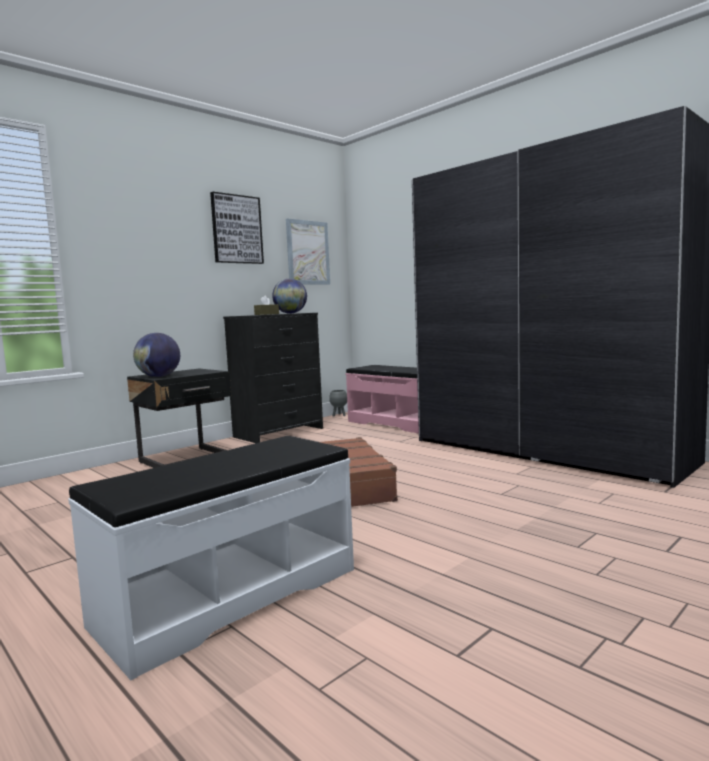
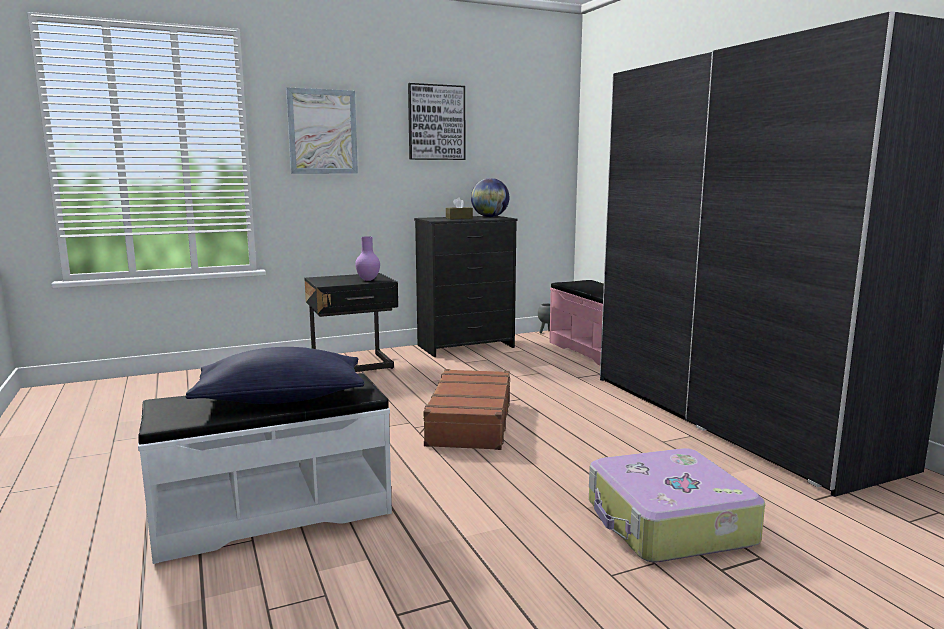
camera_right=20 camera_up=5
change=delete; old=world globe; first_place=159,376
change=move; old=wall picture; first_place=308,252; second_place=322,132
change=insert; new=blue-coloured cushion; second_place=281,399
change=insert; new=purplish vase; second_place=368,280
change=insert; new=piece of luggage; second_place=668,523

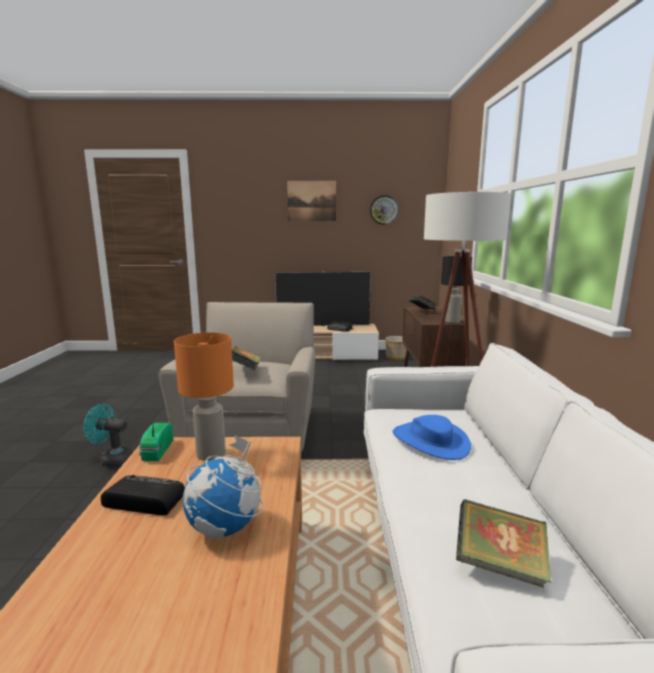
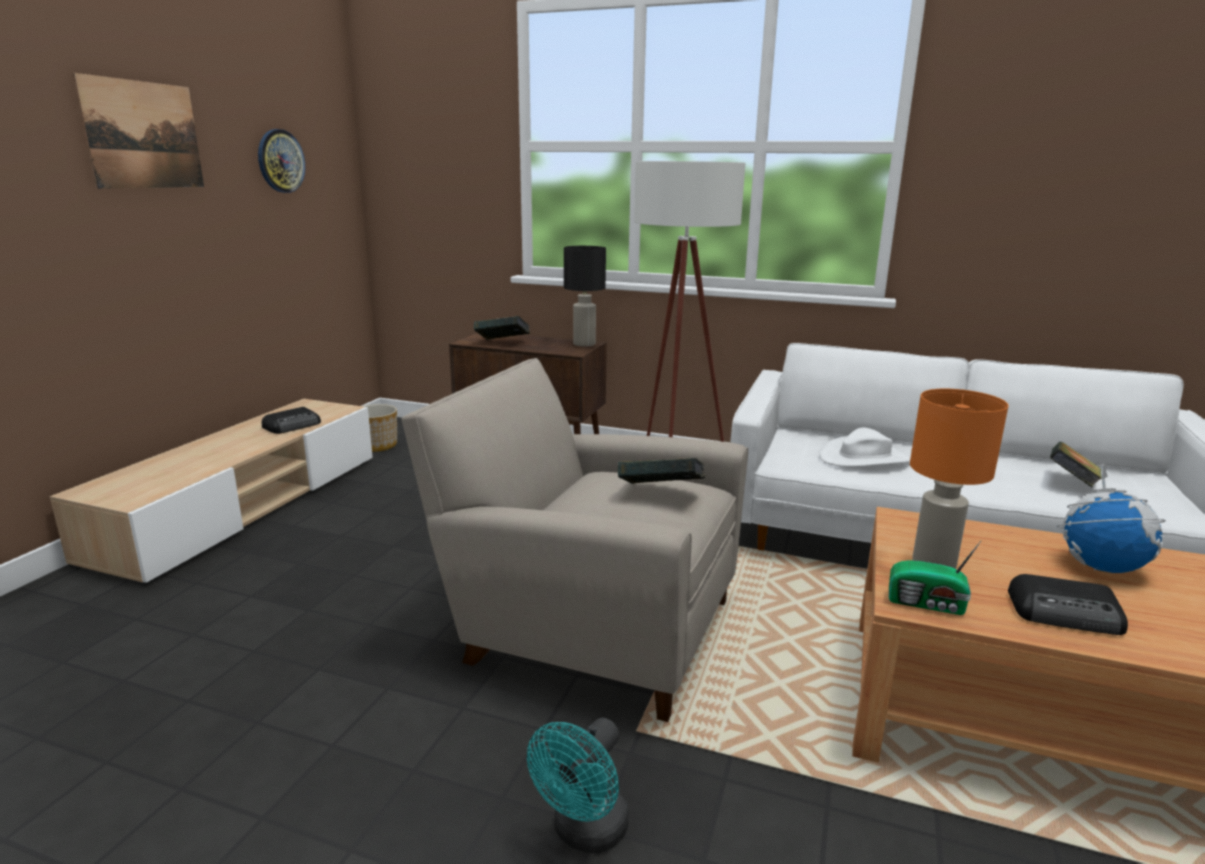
camera_right=-70 camera_up=5
change=rotate; old=radio; first_place=144,500; second_place=1067,613; degrees=-105
change=delete; old=TV; first_place=323,325
change=recolor; old=blue-coloured wearable hat; new=white-coloured wearable hat; first_place=430,441; second_place=864,458

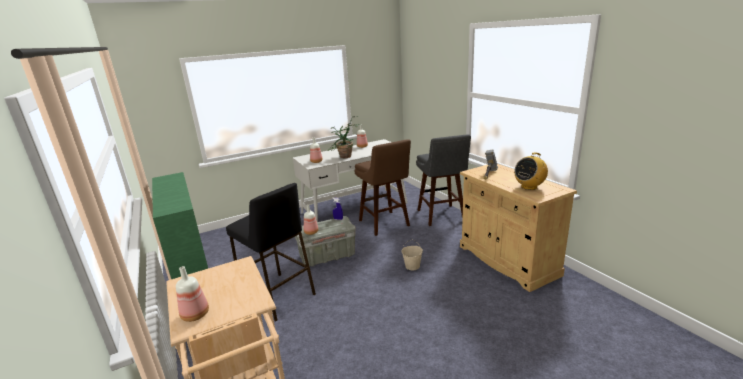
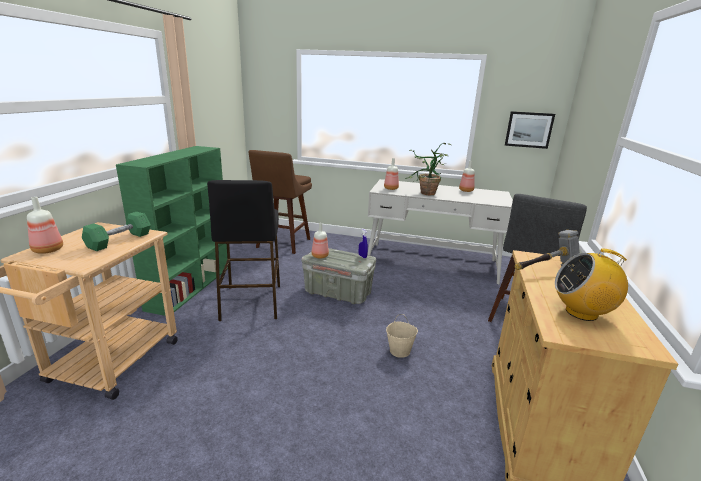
camera_right=40 camera_up=0
change=move; old=brown stool; first_place=385,224; second_place=282,244
change=insert; new=green-coloured dumbbell; second_place=119,240
change=insert; new=wall picture; second_place=529,129

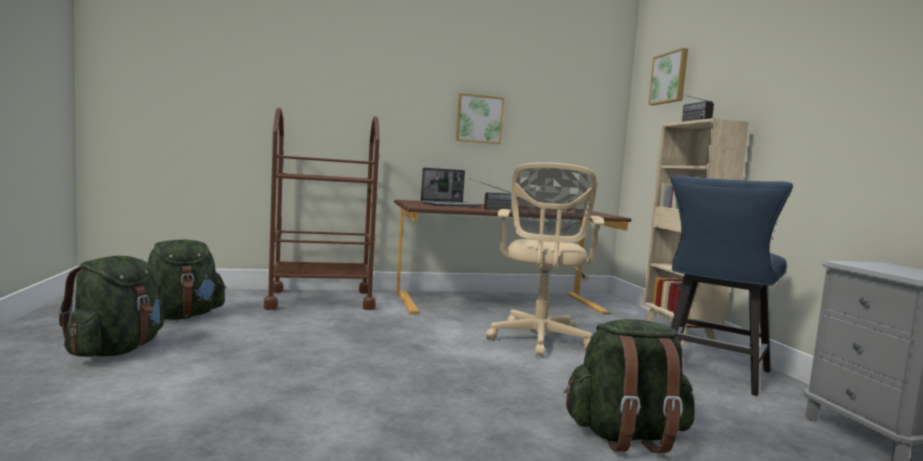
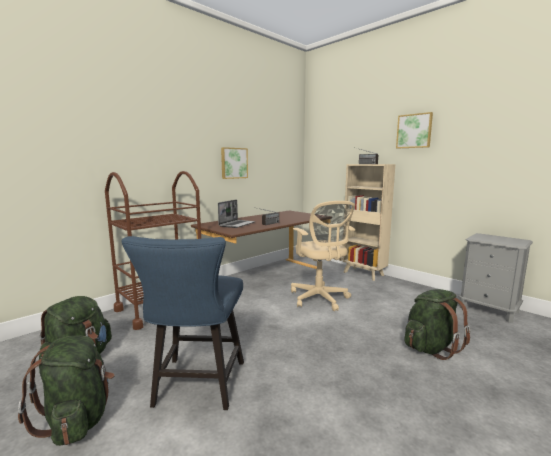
camera_right=-30 camera_up=5
change=move; old=wall picture; first_place=669,78; second_place=414,131
change=move; old=blue-coloured plain chair; first_place=711,373; second_place=197,387

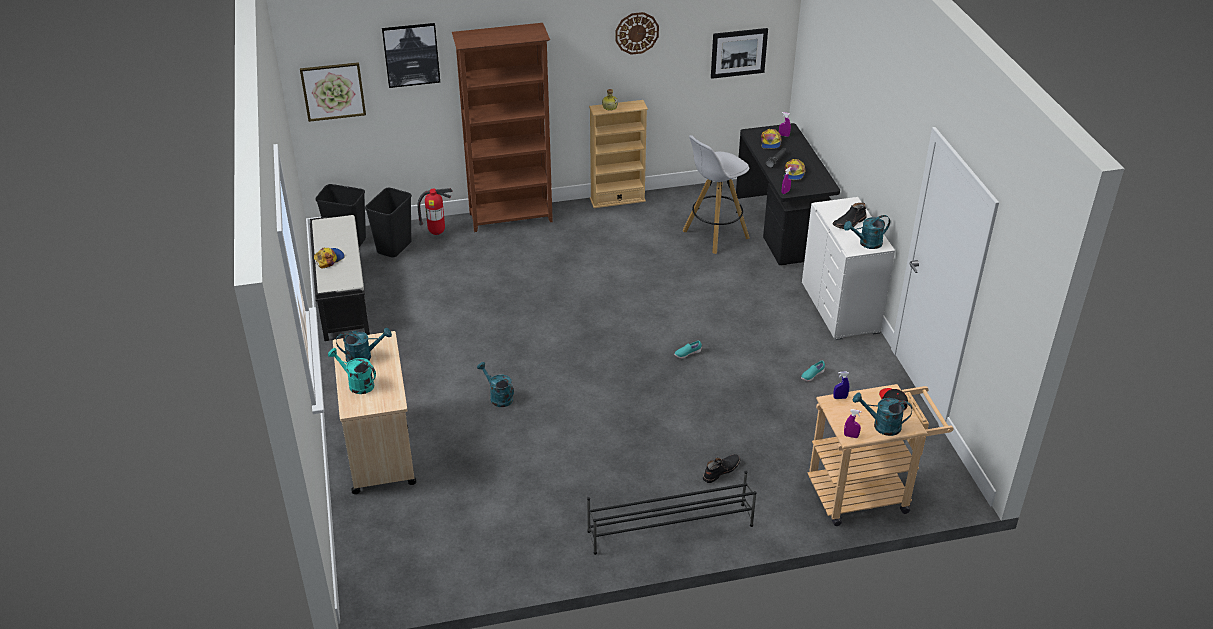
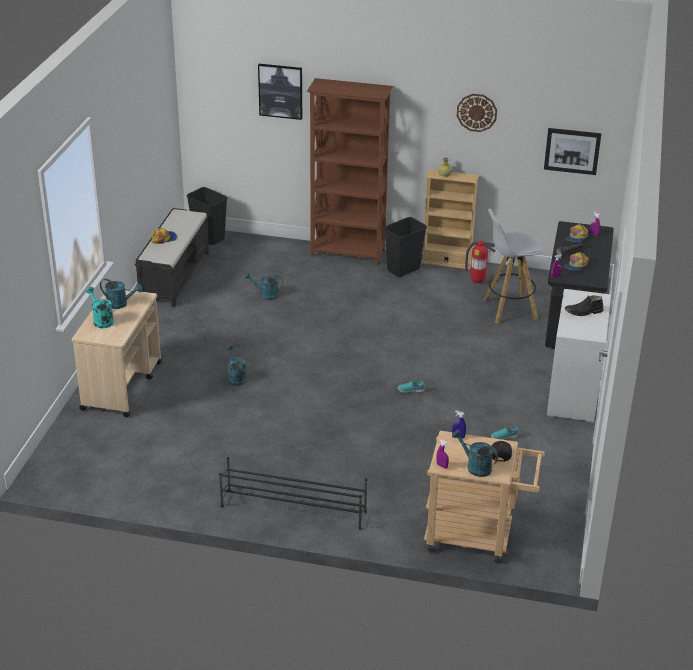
camera_right=25 camera_up=-5
change=delete; old=wall picture; first_place=333,91
change=move; old=black waste bin; first_place=394,247; second_place=403,269
change=move; old=fire extinguisher; first_place=437,233; second_place=478,281
change=delete; old=black high-top boot; first_place=720,470
change=move; old=turquoise-coloured watering can; first_place=866,243; second_place=265,295

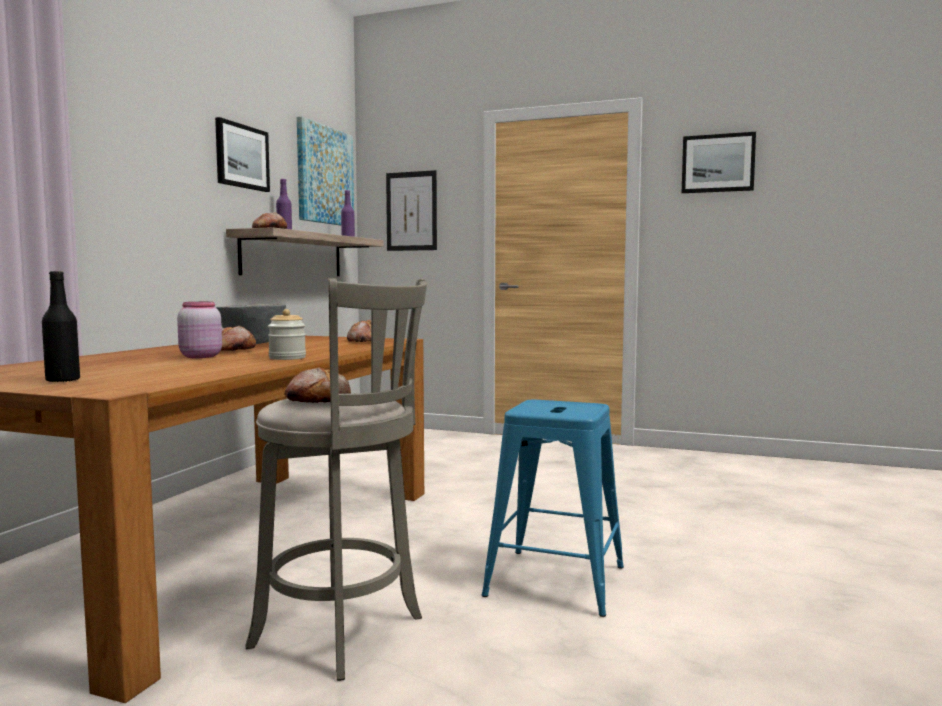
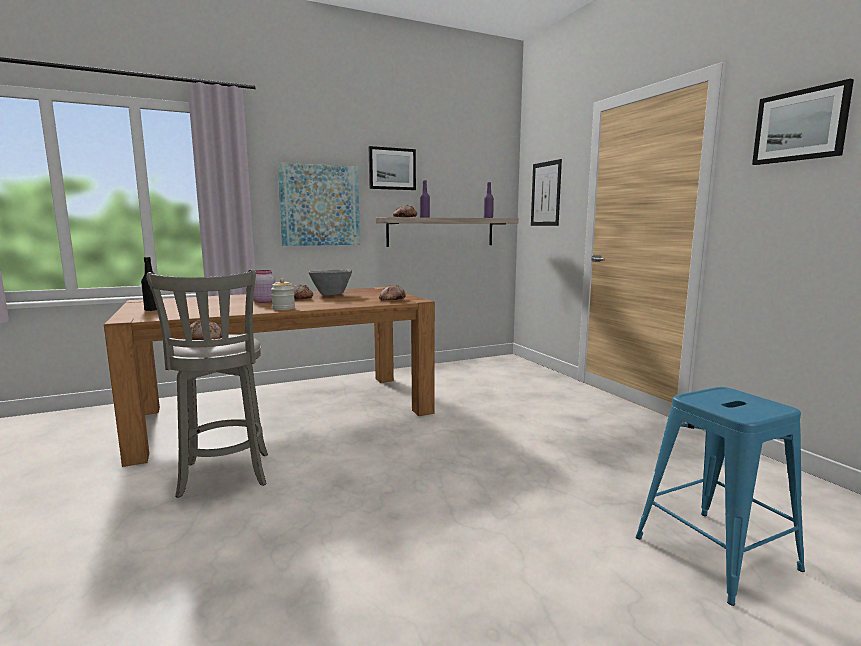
camera_right=45 camera_up=5
change=move; old=wall picture; first_place=324,175; second_place=319,205
change=move; old=blue-coloured stool; first_place=555,580; second_place=715,553

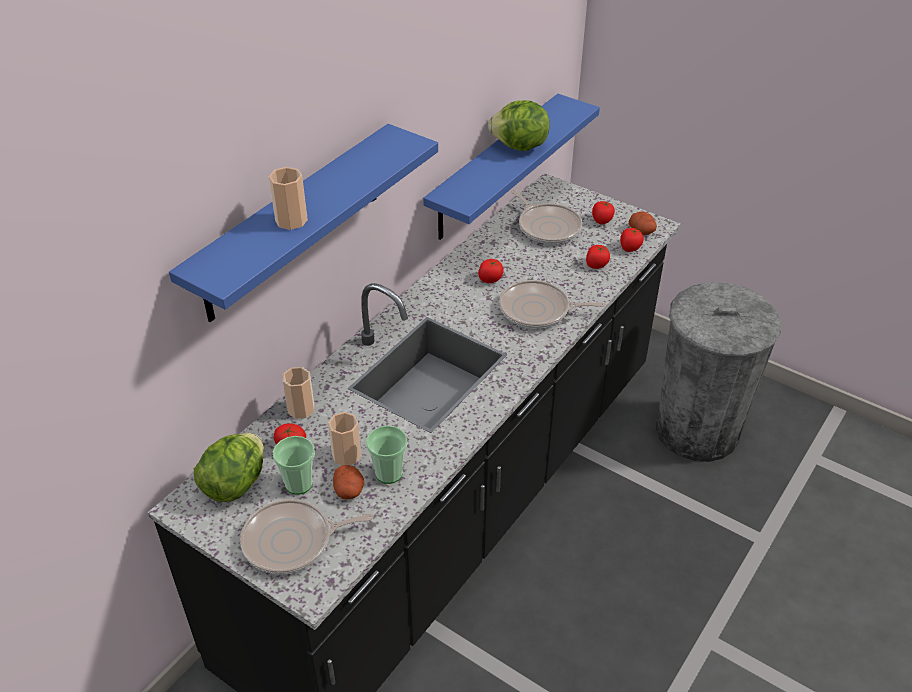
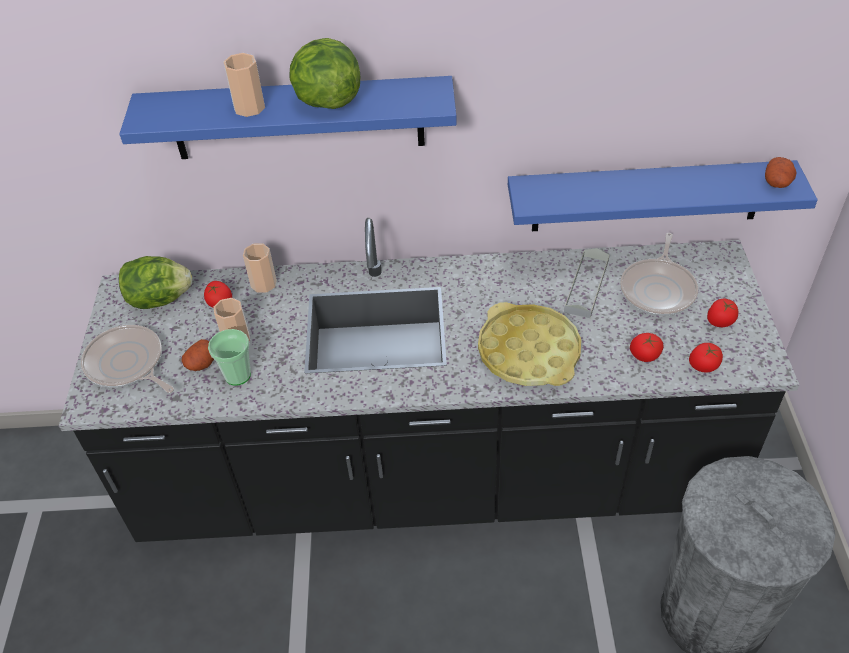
camera_right=55 camera_up=5
change=delete; old=small cup; first_place=299,484
change=delete; old=whole tomato; first_place=490,279
change=move; old=lettuce head; first_place=520,147; second_place=326,101
change=replace; old=frying pan; new=yellow tray; first_place=538,310; second_place=528,352
change=move; old=spud; first_place=642,231; second_place=777,182
change=insert; new=greyish tray; second_place=586,286

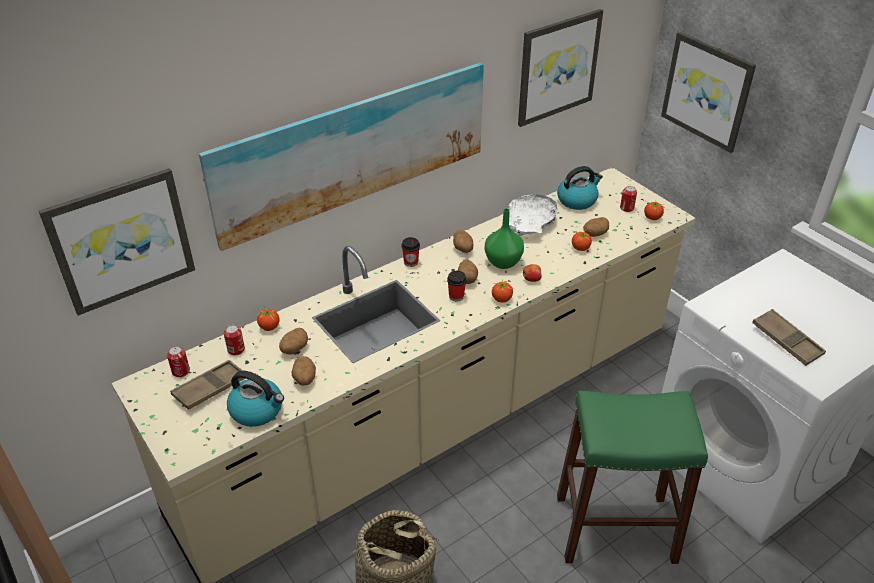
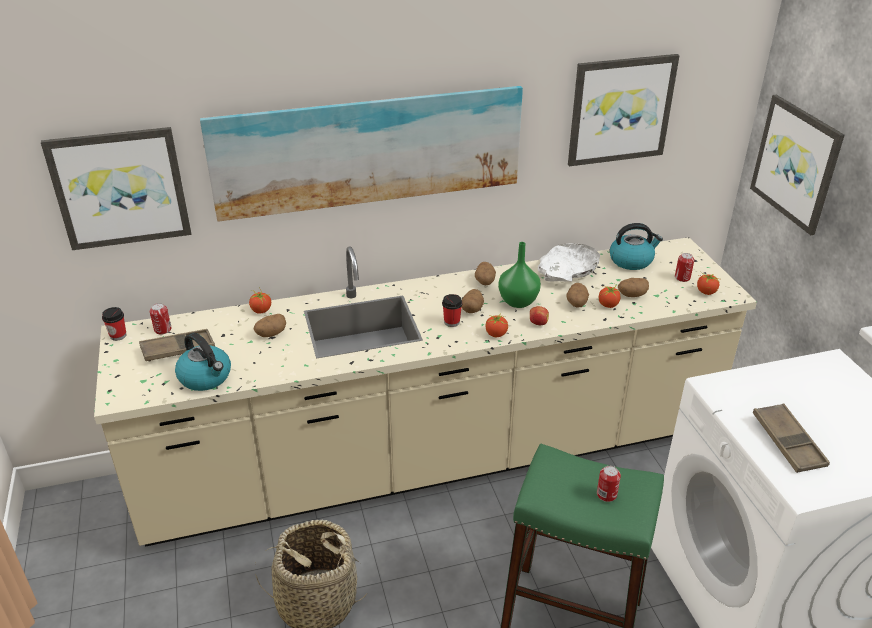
camera_right=20 camera_up=-5
change=move; old=sealed can; first_place=236,349; second_place=606,494
change=move; old=spud; first_place=304,379; second_place=576,304
change=move; old=small cup; first_place=411,262; second_place=118,335

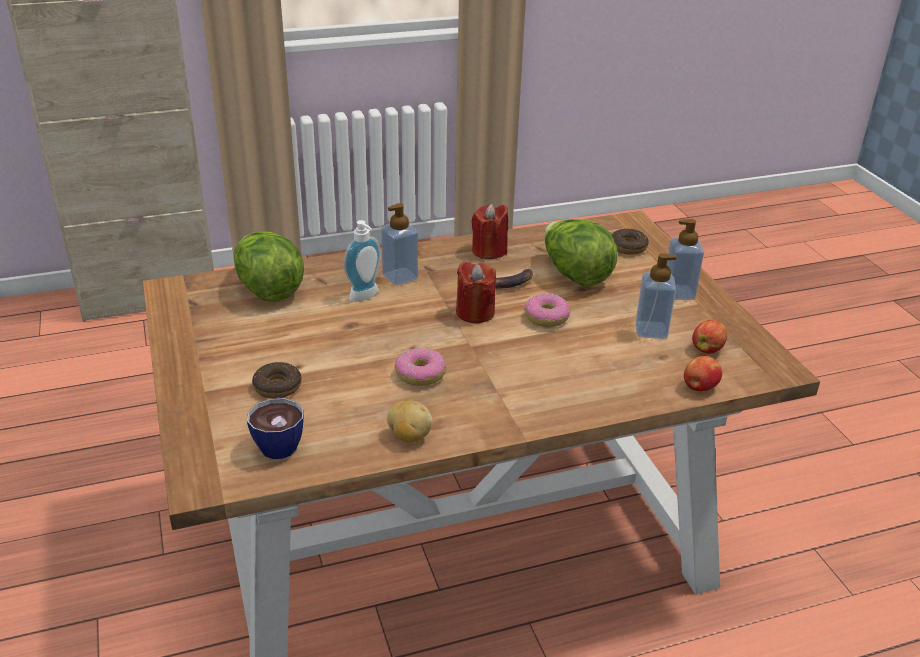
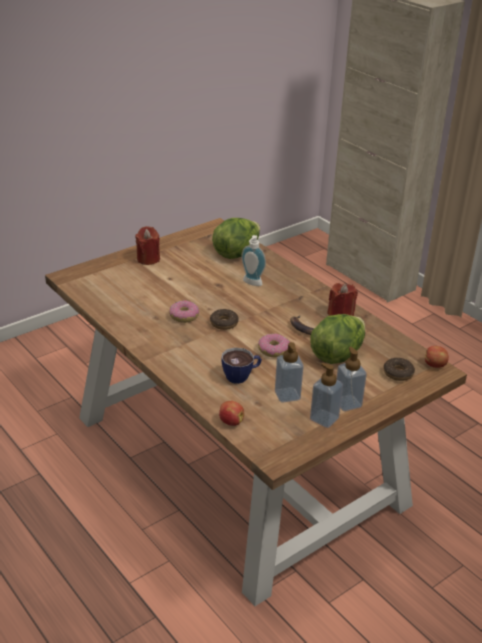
camera_right=70 camera_up=0
change=move; old=small cup; first_place=279,442; second_place=241,376
change=move; old=ring doughnut; first_place=277,387; second_place=224,323
change=move; old=soap bottle; first_place=400,277; second_place=324,419
change=delete; old=spud; first_place=409,436
change=move; old=red-coloured wax light; first_place=475,312; second_place=148,259
change=move; old=whole apple; first_place=707,349; second_place=435,365

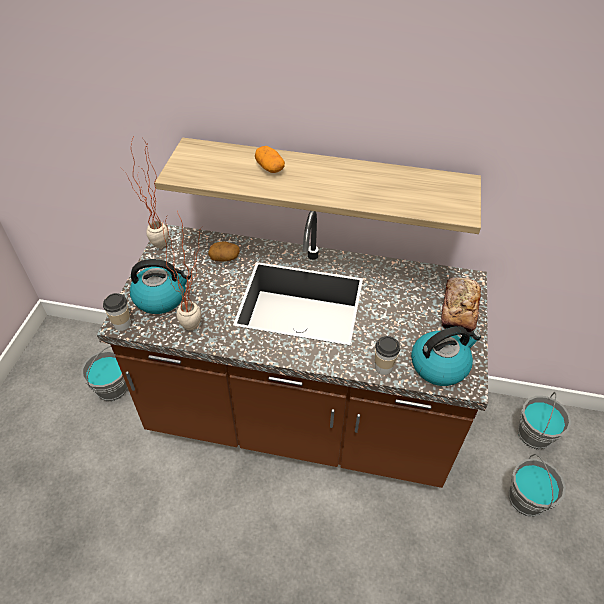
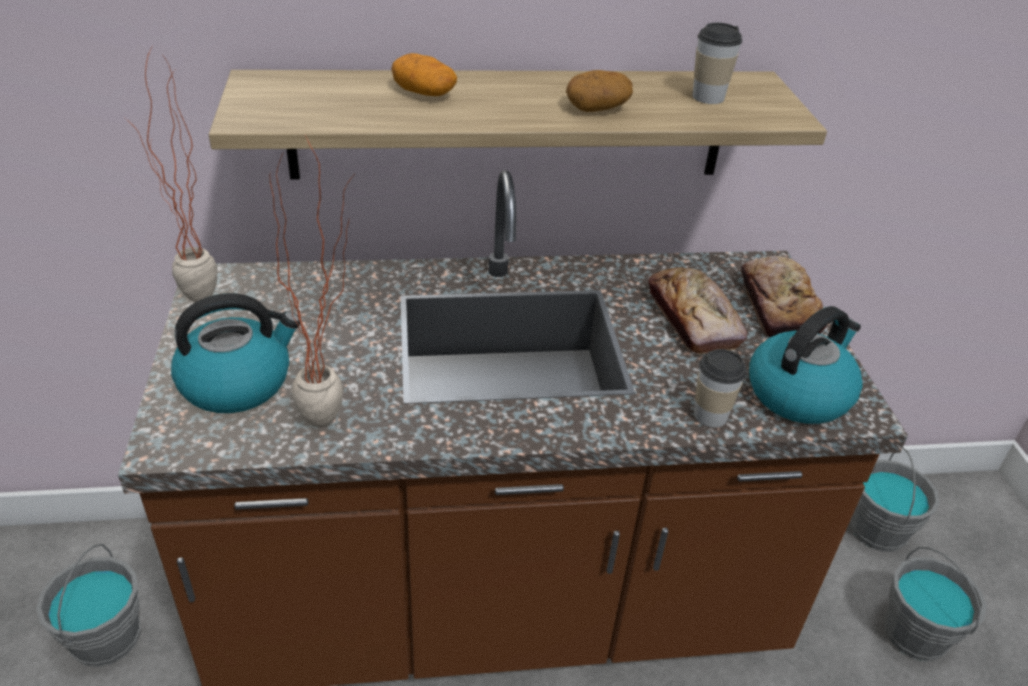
camera_right=-20 camera_up=-10
change=move; old=small cup; first_place=122,323; second_place=708,97
change=move; old=spud; first_place=225,257; second_place=597,108
change=insert; new=baked bread; second_place=693,320

